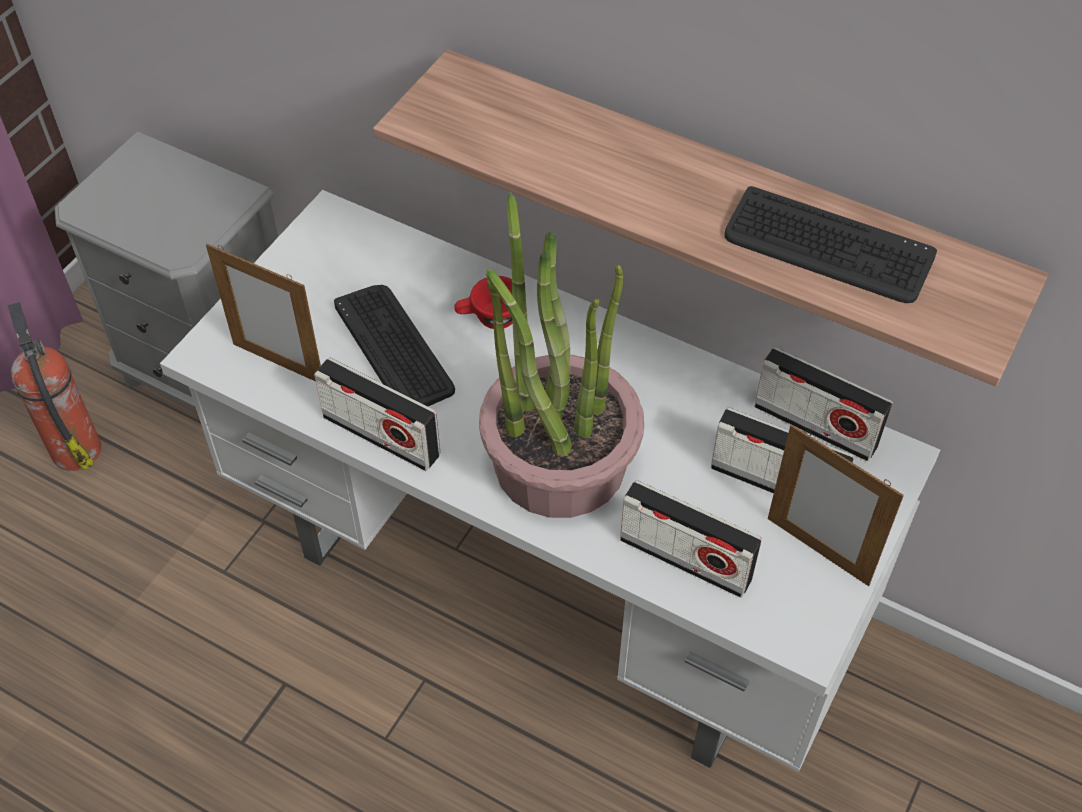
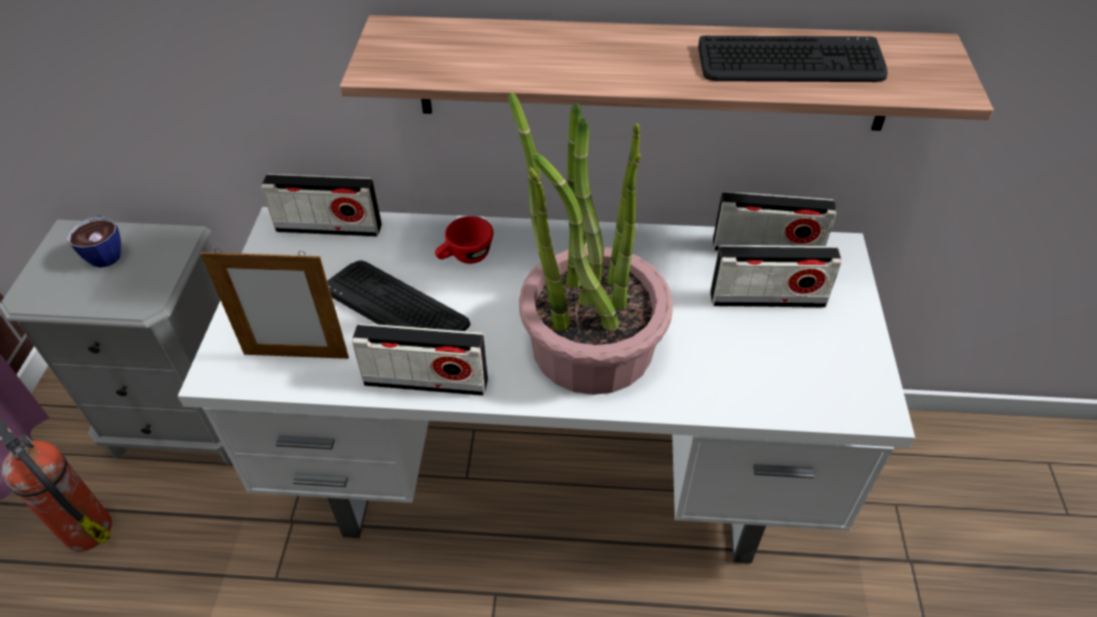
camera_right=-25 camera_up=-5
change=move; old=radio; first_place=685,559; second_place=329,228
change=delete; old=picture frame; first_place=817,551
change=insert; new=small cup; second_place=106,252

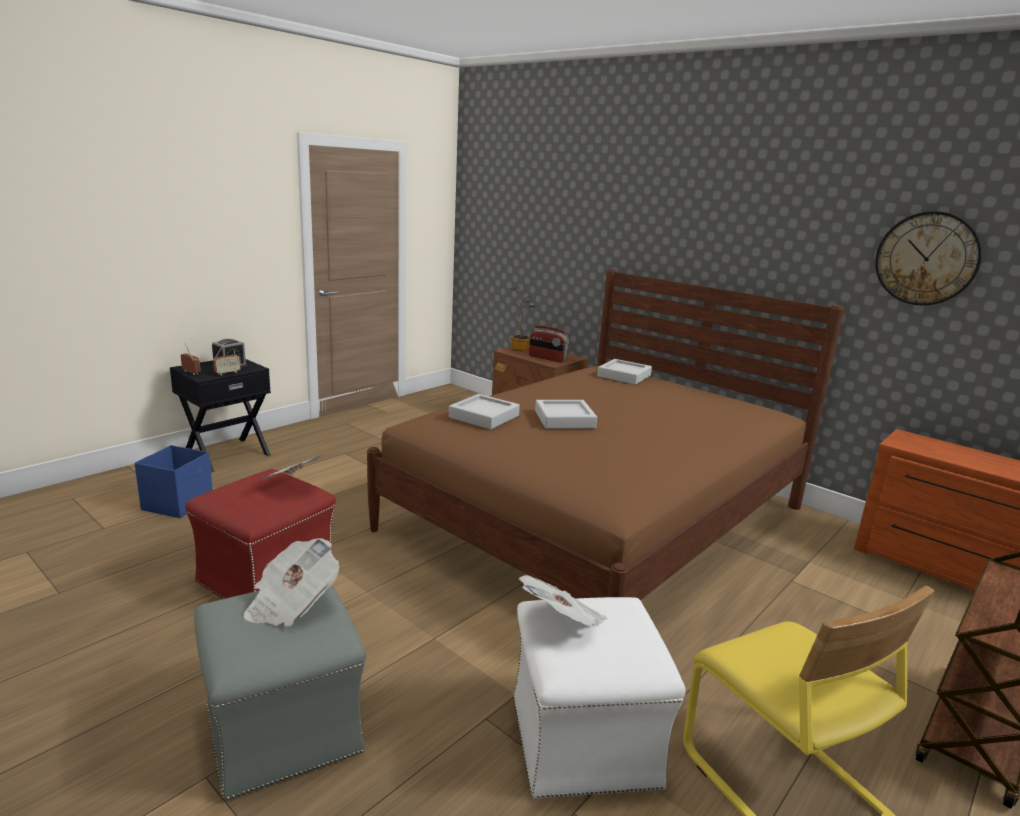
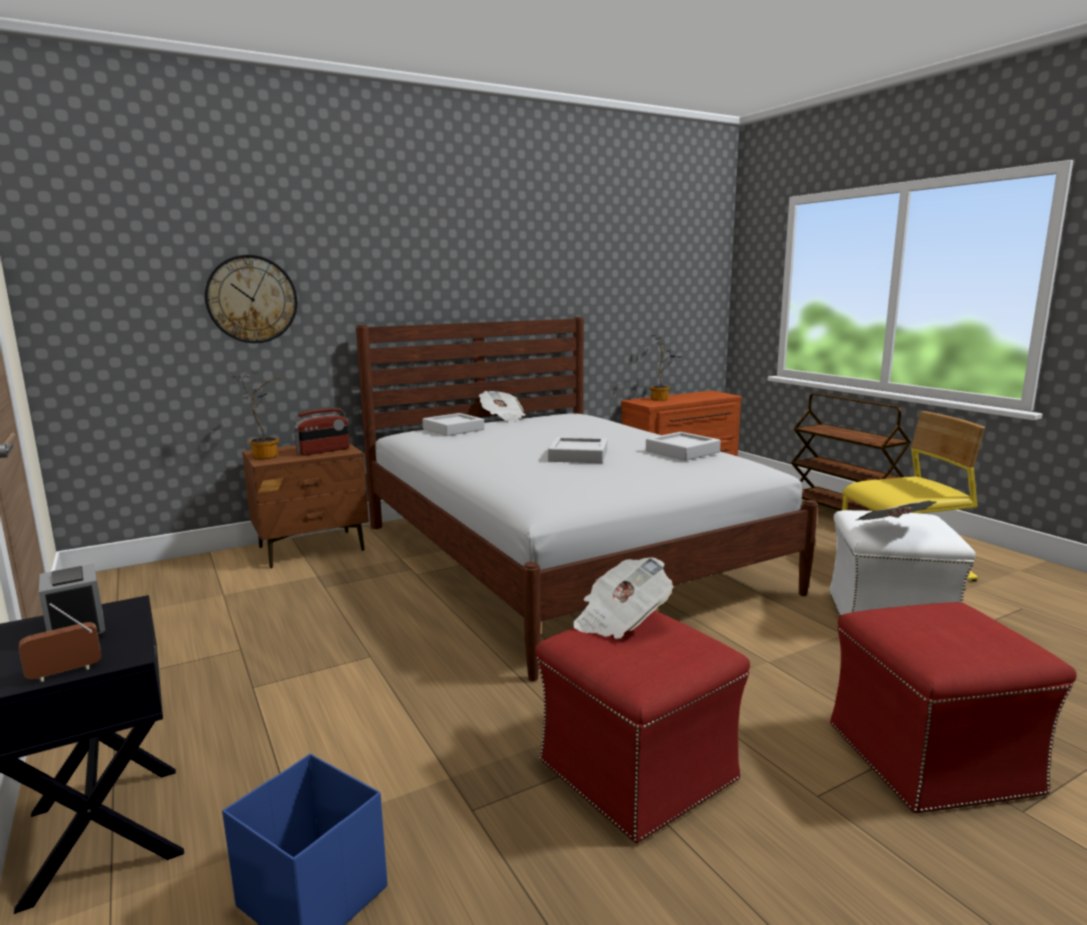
camera_right=-70 camera_up=-5
change=recolor; old=greyish footrest; new=red-coloured footrest; first_place=284,730; second_place=932,758
change=delete; old=radio; first_place=227,373
change=move; old=daily paper; first_place=291,603; second_place=502,418
change=recolor; old=brown bedroom bed; new=white-coloured bedroom bed; first_place=598,518; second_place=563,557
change=move; old=greyish tray; first_place=484,416; second_place=682,451
change=move; old=clock on the wall; first_place=927,258; second_place=251,299
change=insert; new=plant in a pot; second_place=662,399

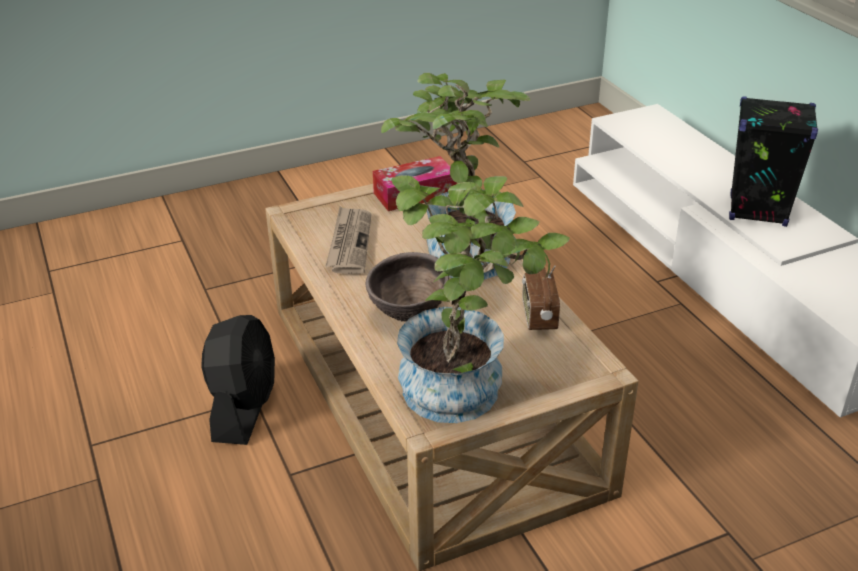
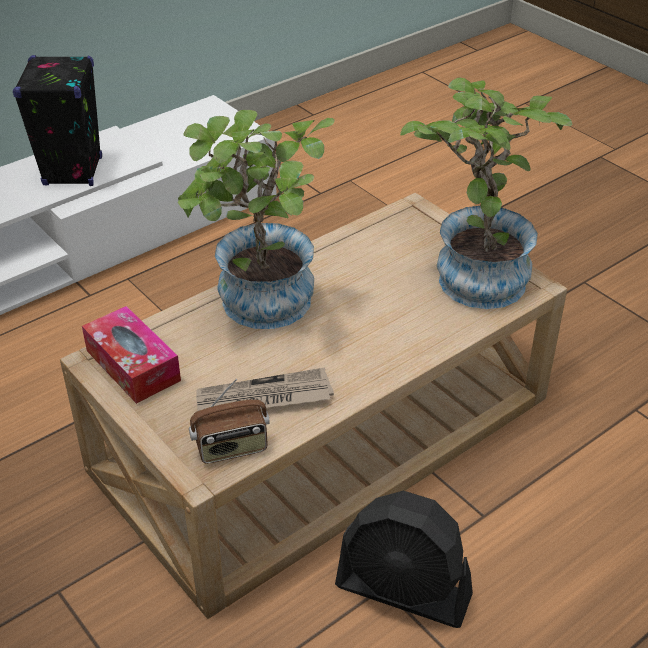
camera_right=-105 camera_up=5
change=rotate; old=black cooling fan; first_place=244,408; second_place=403,591; degrees=-150
change=delete; old=brown serving bowl; first_place=408,315
change=move; old=radio; first_place=538,316; second_place=231,448

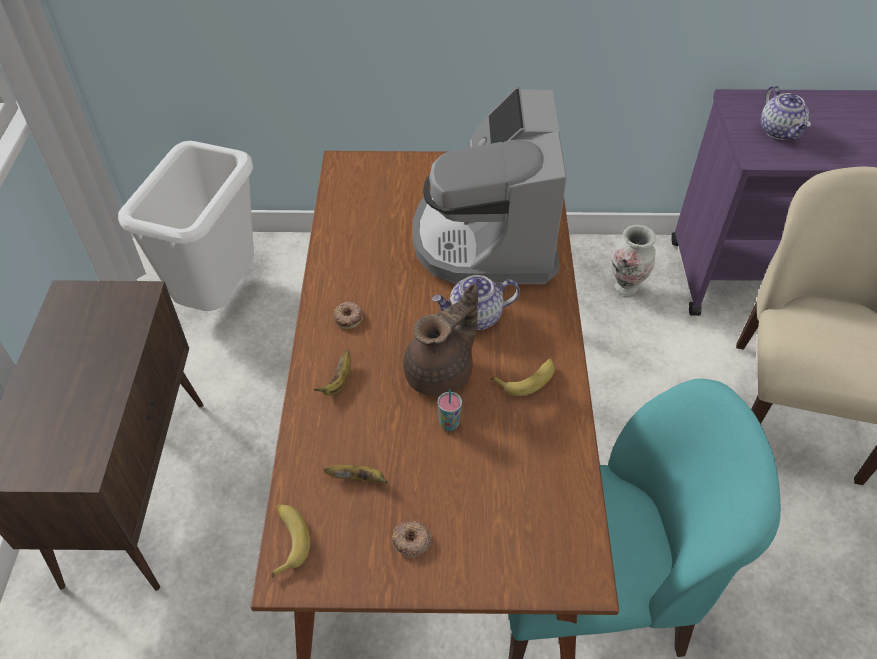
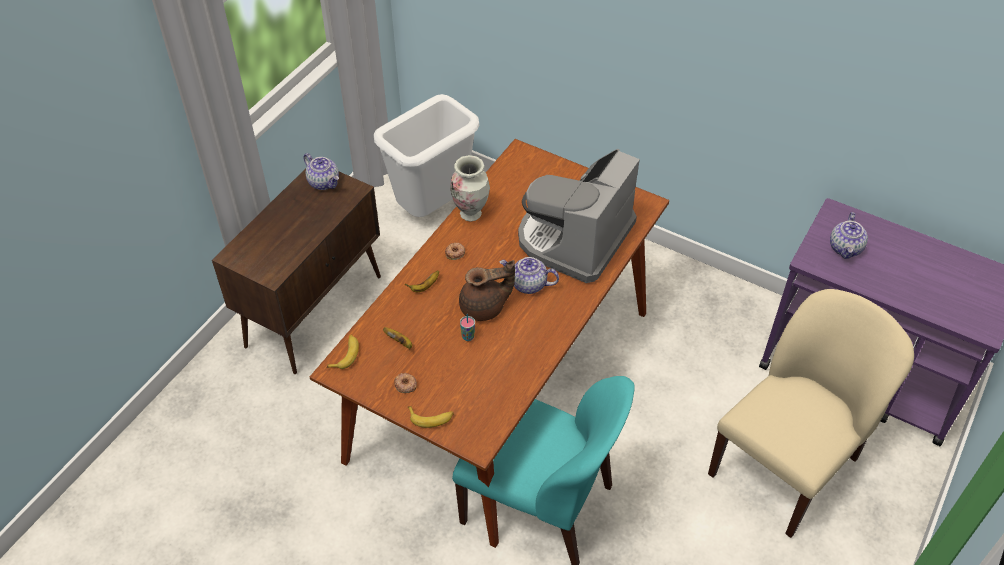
camera_right=30 camera_up=0
change=move; old=banana; first_place=527,379; second_place=431,418
change=move; old=vase; first_place=626,287; second_place=471,214
change=insert; new=tea pot; second_place=324,182

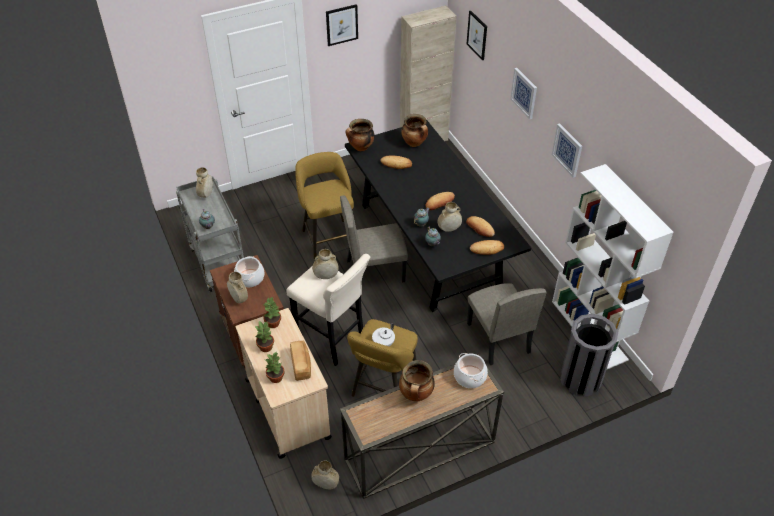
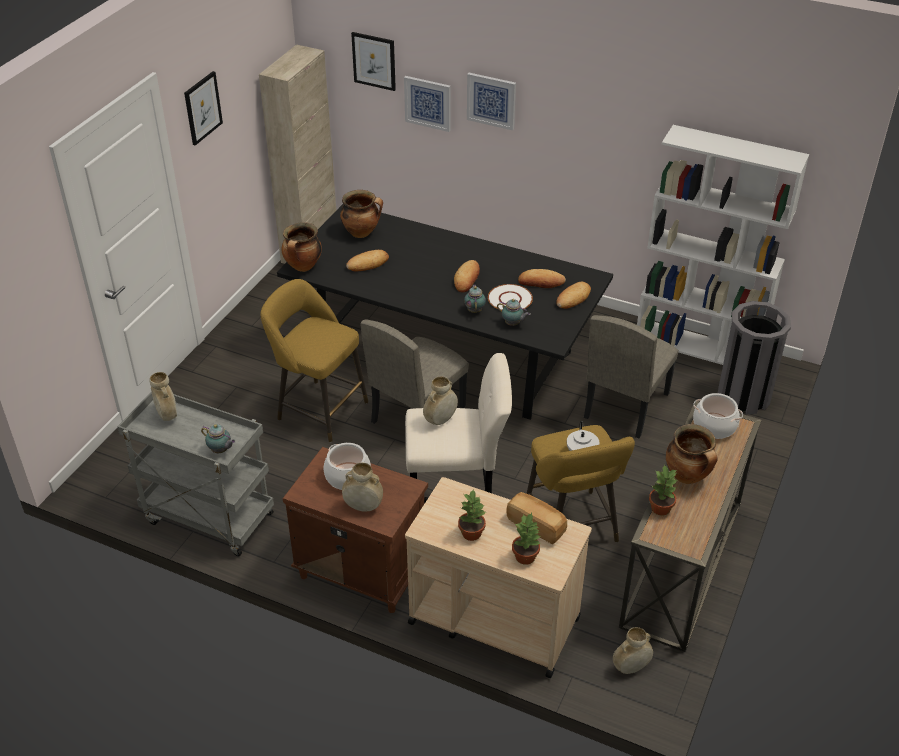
camera_right=-40 camera_up=-5
change=move; old=plant in a pot; first_place=273,323; second_place=661,508
change=replace; old=beige-coloured vase; new=white-coloured dinner plate; first_place=449,229; second_place=510,299
change=rotate; old=beige-coloured plain chair; first_place=498,338; second_place=625,405; degrees=90
change=move; old=wall picture; first_place=567,150; second_place=428,103

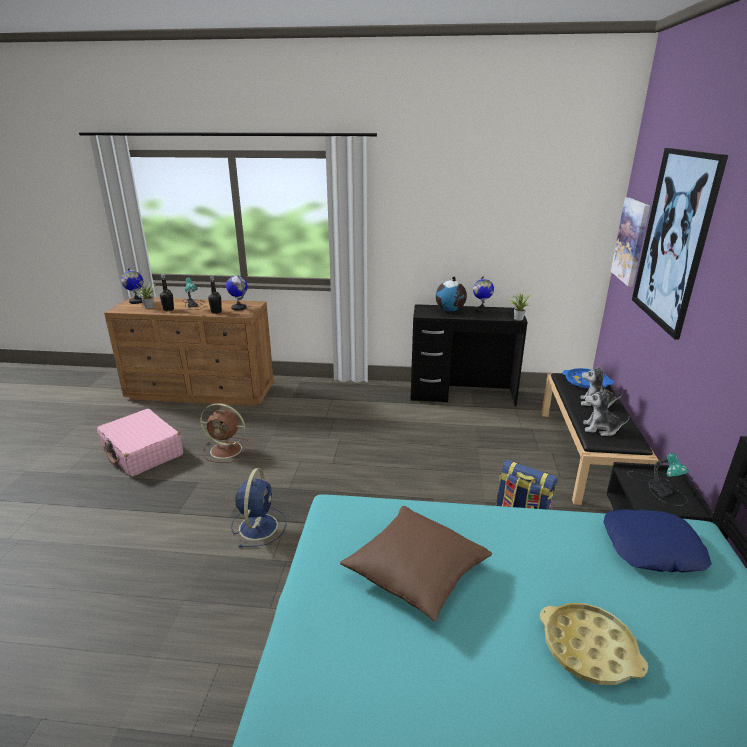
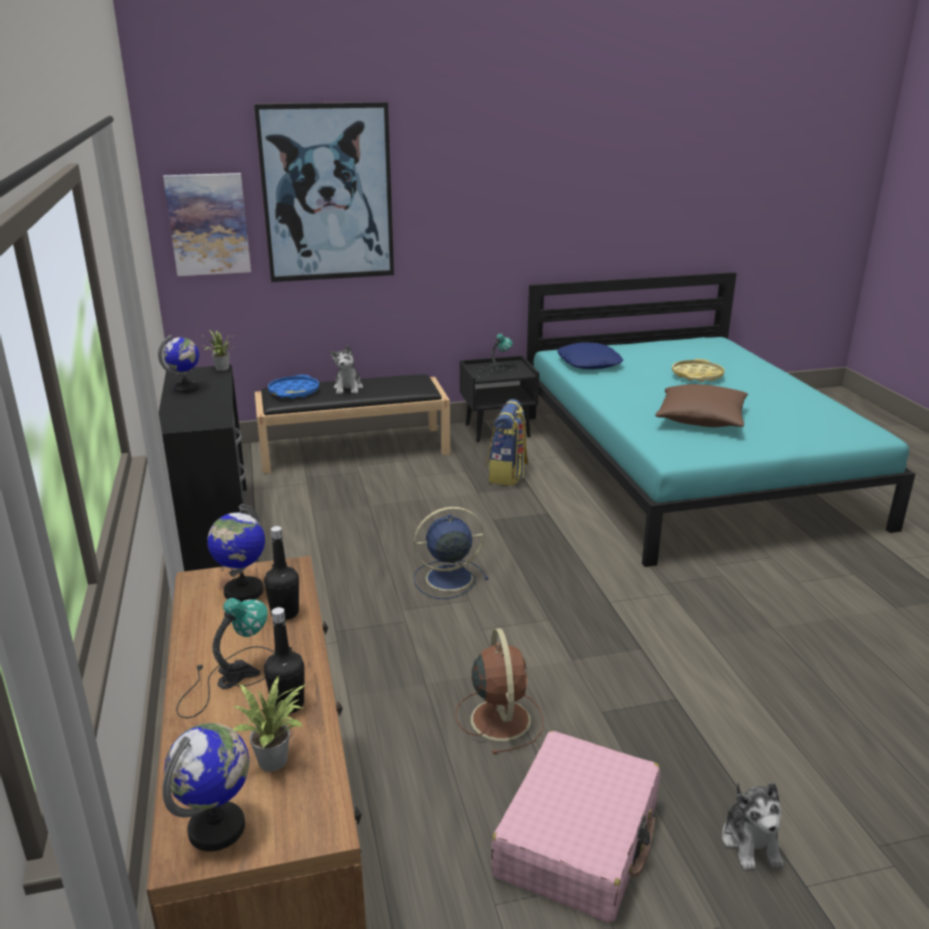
camera_right=-110 camera_up=0
change=move; old=blue-coloured cooling fan; first_place=259,525; second_place=447,578
change=delete; old=world globe; first_place=450,310
change=move; old=cuddly toy; first_place=600,429; second_place=751,843

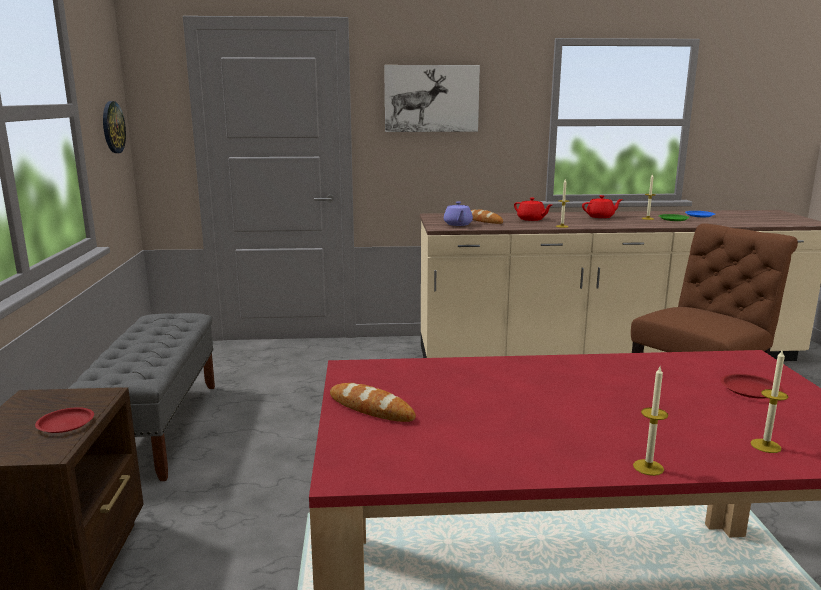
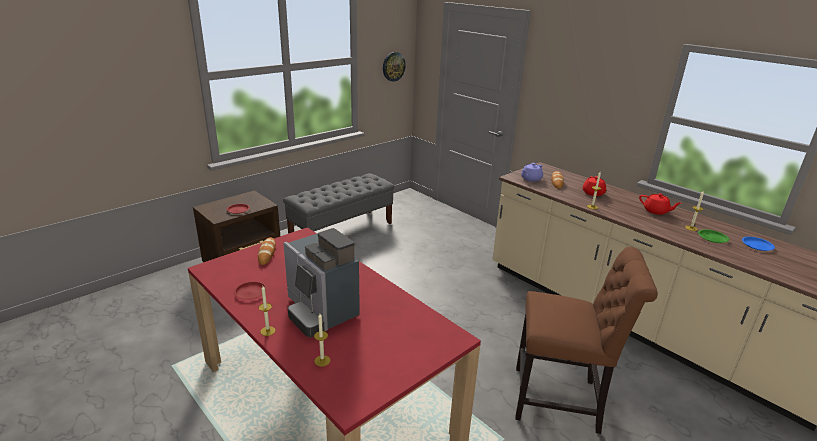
camera_right=50 camera_up=10
change=delete; old=wall picture; first_place=431,98
change=move; old=red-coloured dinner plate; first_place=750,390; second_place=250,292
change=insert; new=coffee machine; second_place=320,311

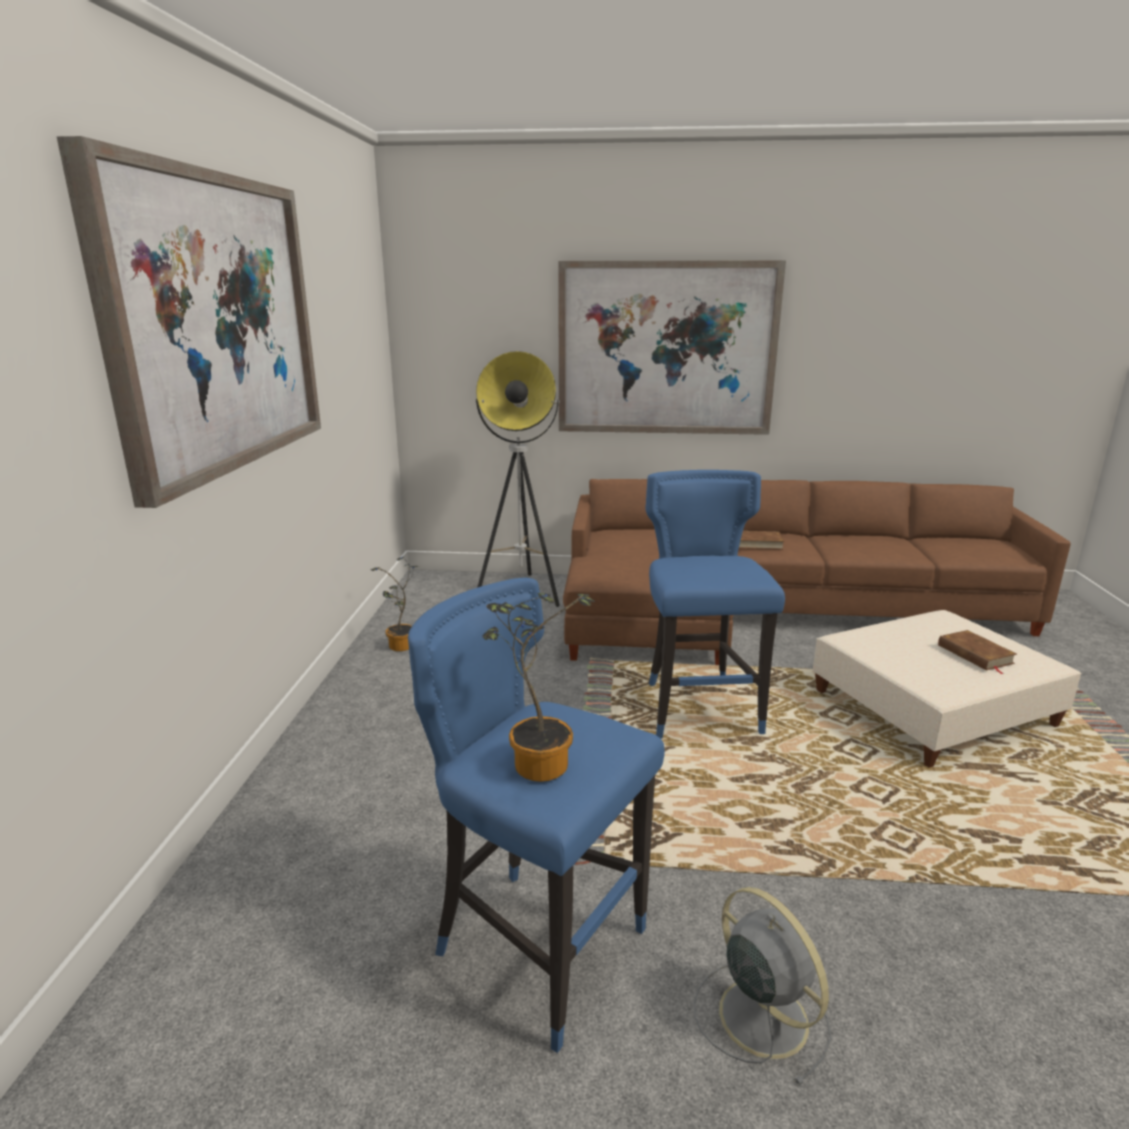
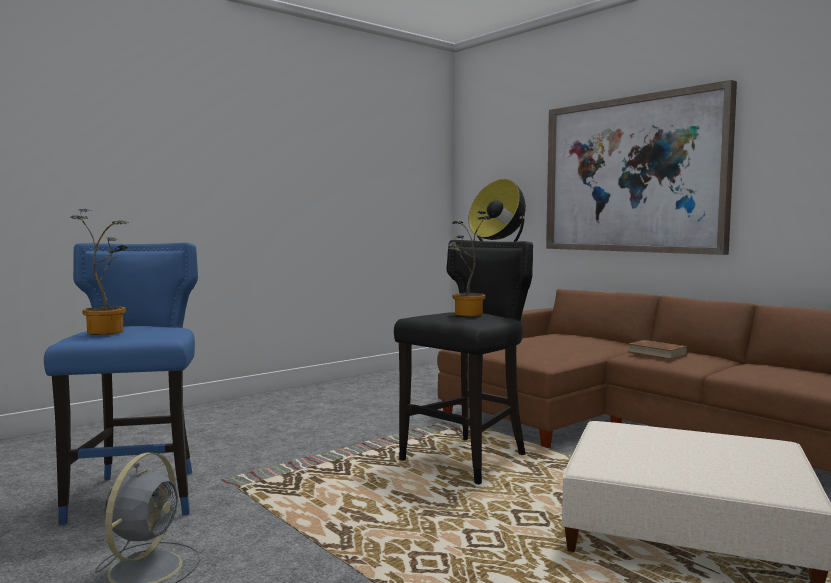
camera_right=45 camera_up=-15
change=delete; old=wall picture; first_place=217,324
change=move; old=plant in a pot; first_place=401,647; second_place=466,315
change=recolor; old=blue-coloured stool; new=black stool; first_place=699,708; second_place=467,459
change=delete; old=brown bound book; first_place=975,654

